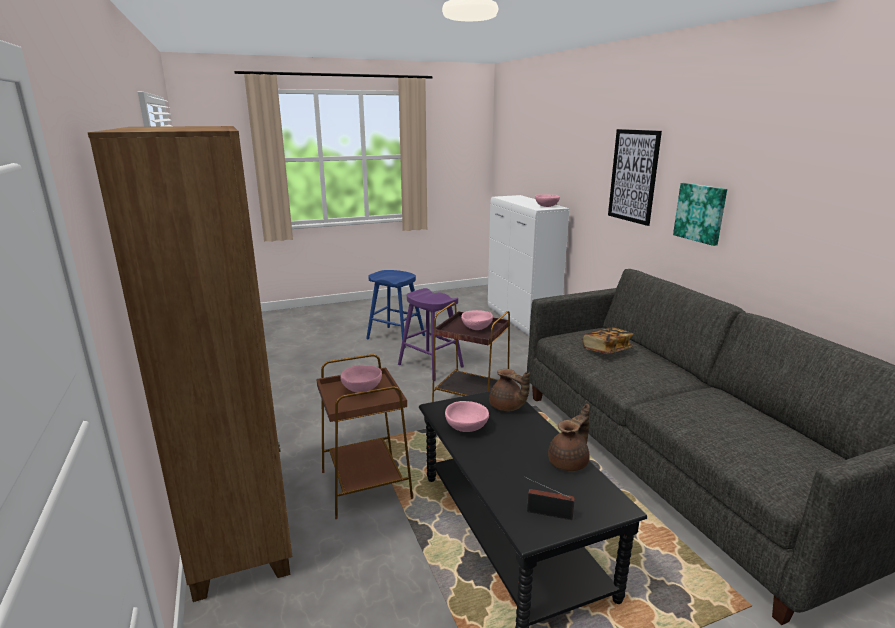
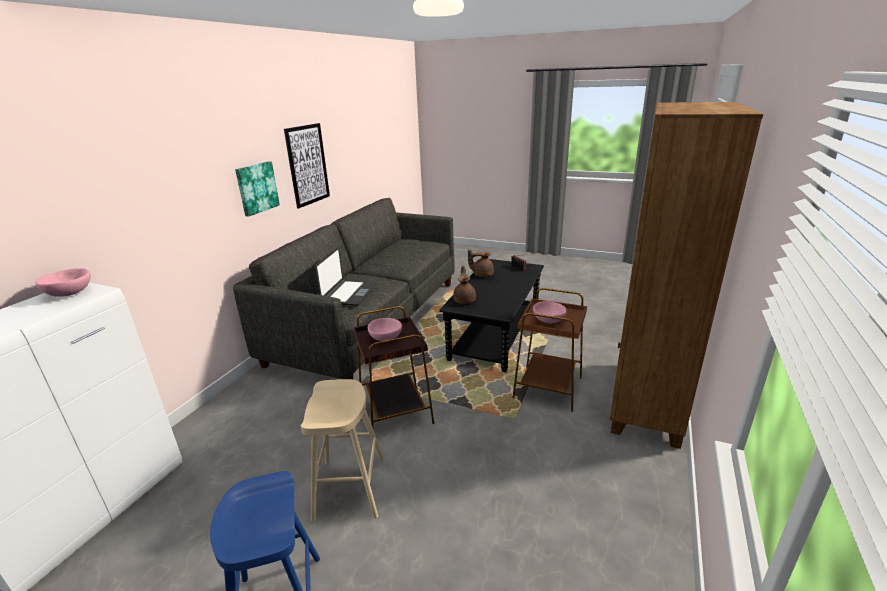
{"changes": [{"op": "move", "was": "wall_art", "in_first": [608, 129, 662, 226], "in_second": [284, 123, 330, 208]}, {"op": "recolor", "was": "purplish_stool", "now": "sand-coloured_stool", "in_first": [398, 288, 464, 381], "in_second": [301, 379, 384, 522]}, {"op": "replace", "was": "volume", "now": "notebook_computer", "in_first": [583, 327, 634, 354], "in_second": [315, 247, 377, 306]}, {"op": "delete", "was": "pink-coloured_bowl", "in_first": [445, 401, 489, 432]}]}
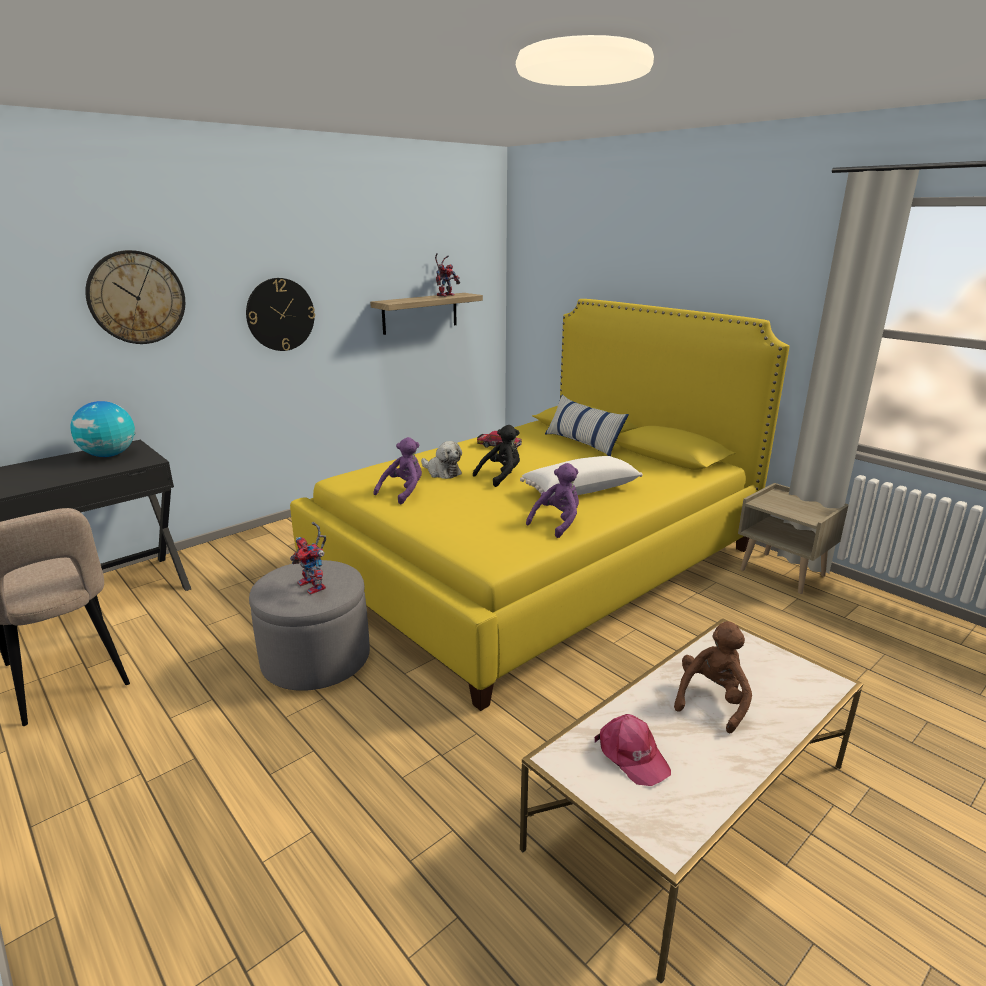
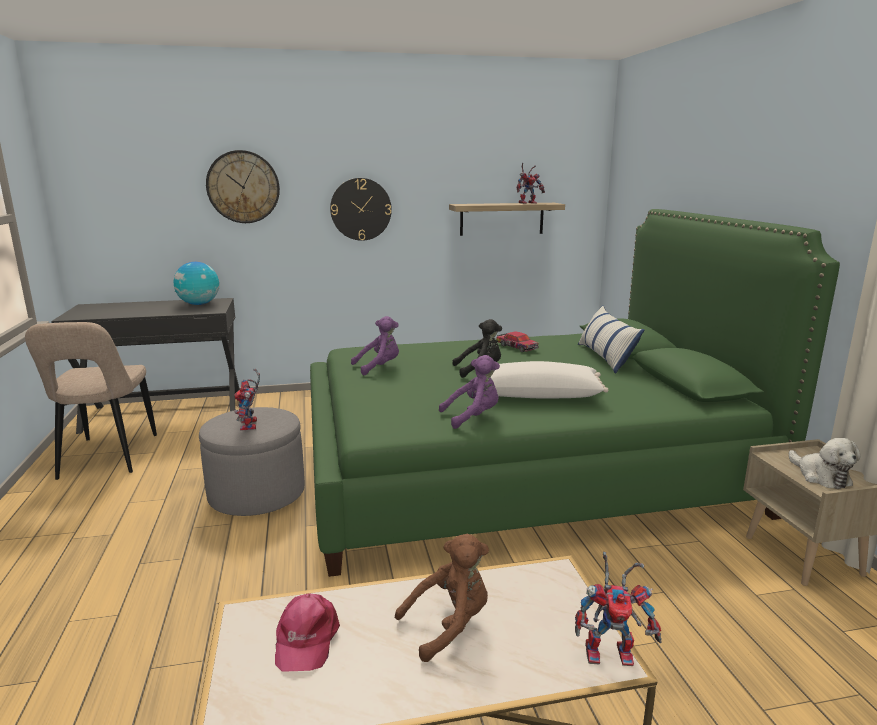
{"changes": [{"op": "recolor", "was": "yellowish_bed", "now": "greenish_bed", "in_first": [290, 299, 790, 711], "in_second": [310, 209, 840, 577]}, {"op": "move", "was": "plush_toy", "in_first": [421, 441, 462, 479], "in_second": [789, 438, 861, 489]}, {"op": "insert", "now": "model_robot", "in_second": [575, 552, 662, 666]}]}
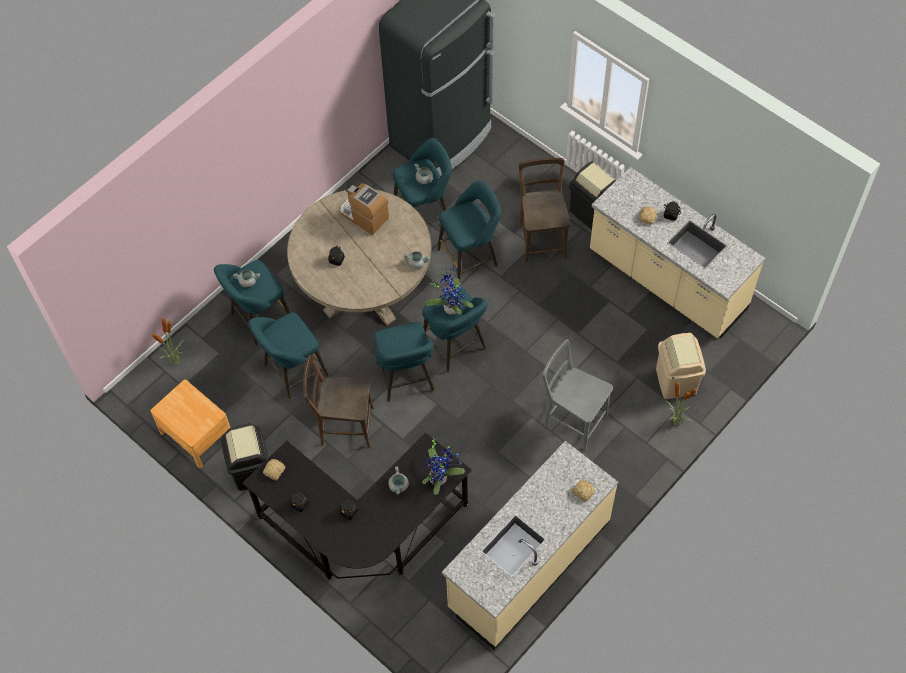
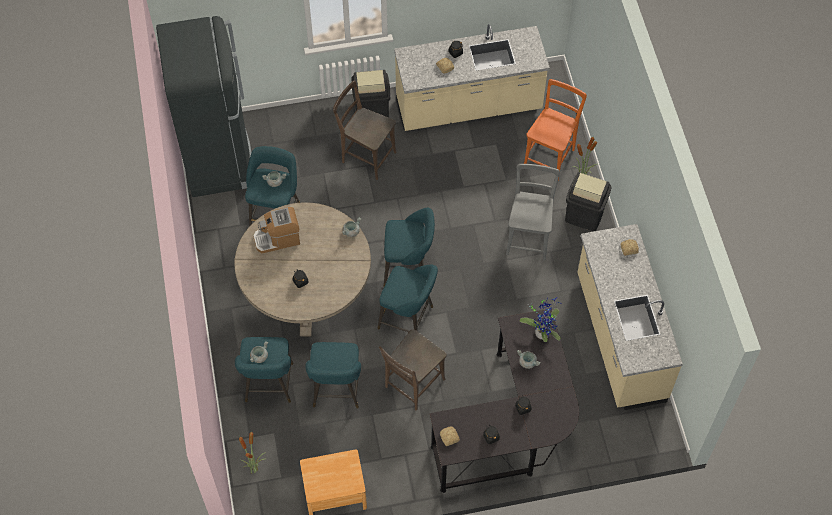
{"changes": [{"op": "delete", "was": "turquoise_stool", "in_first": [437, 180, 501, 283]}, {"op": "delete", "was": "plant_in_a_pot", "in_first": [425, 265, 473, 315]}, {"op": "replace", "was": "sand-coloured_rubbish_bin", "now": "orange-coloured_plain_chair", "in_first": [656, 333, 706, 399], "in_second": [524, 79, 587, 180]}, {"op": "rotate", "was": "gray_plain_chair", "in_first": [542, 339, 613, 451], "in_second": [506, 164, 560, 261], "clockwise": 120}, {"op": "move", "was": "black_rubbish_bin", "in_first": [221, 423, 268, 491], "in_second": [565, 172, 611, 231]}]}
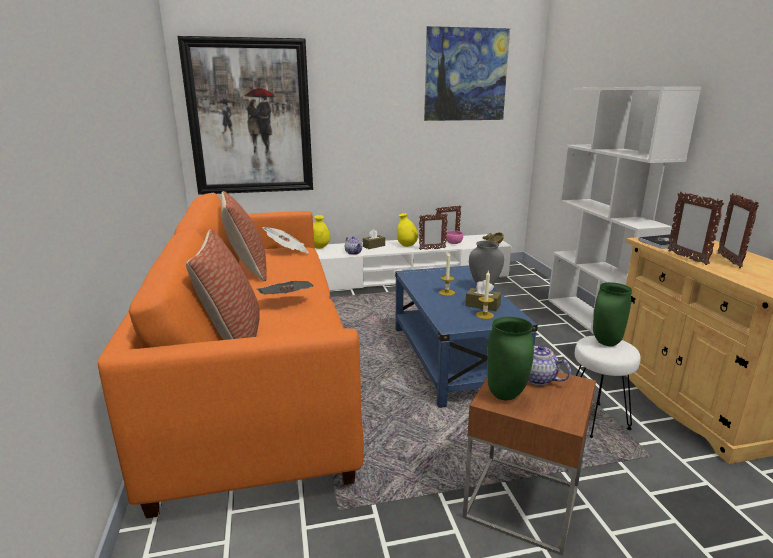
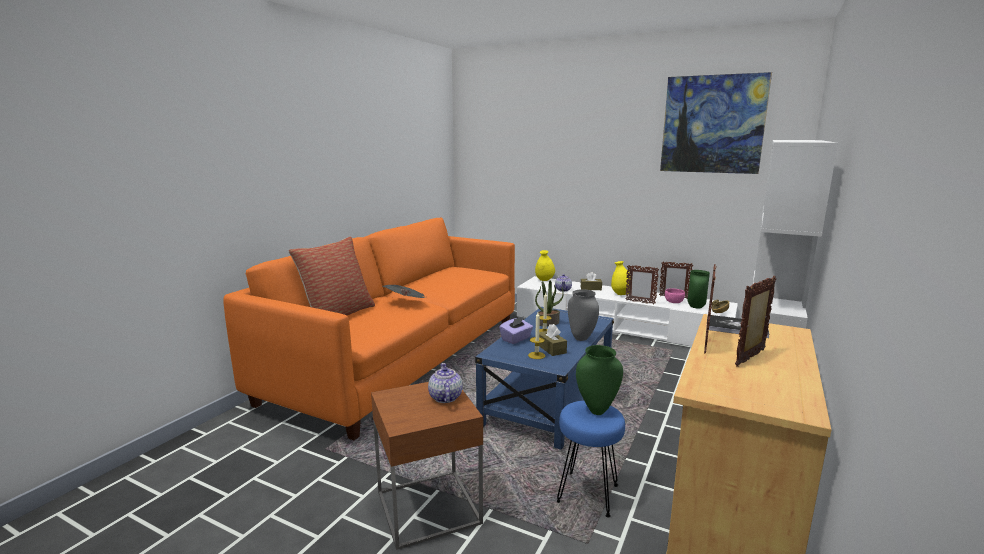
{"changes": [{"op": "delete", "was": "wall_art", "in_first": [177, 36, 313, 195]}, {"op": "delete", "was": "pillow", "in_first": [221, 191, 266, 281]}, {"op": "delete", "was": "newspaper", "in_first": [263, 227, 309, 253]}, {"op": "move", "was": "greenish_decorative_vase", "in_first": [487, 316, 534, 400], "in_second": [688, 270, 710, 309]}, {"op": "recolor", "was": "white-coloured_stool", "now": "bluish_stool", "in_first": [575, 336, 640, 438], "in_second": [557, 401, 625, 517]}, {"op": "insert", "now": "plant_in_a_pot", "in_second": [535, 280, 564, 326]}, {"op": "insert", "now": "purplish_box_of_tissues", "in_second": [499, 316, 533, 344]}]}
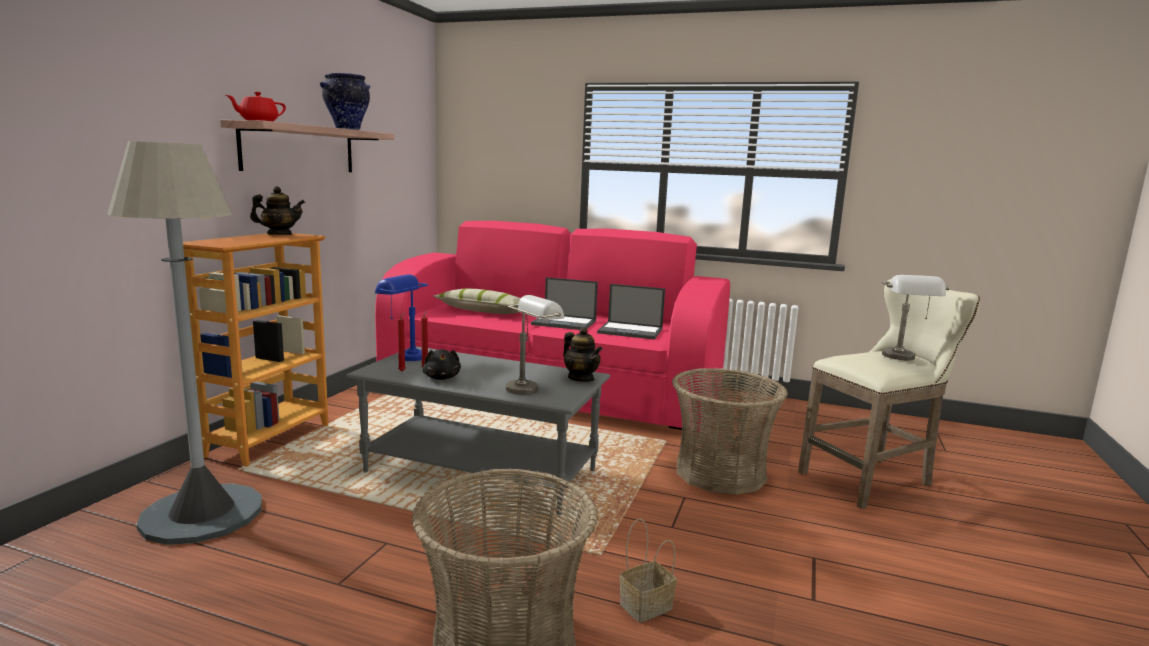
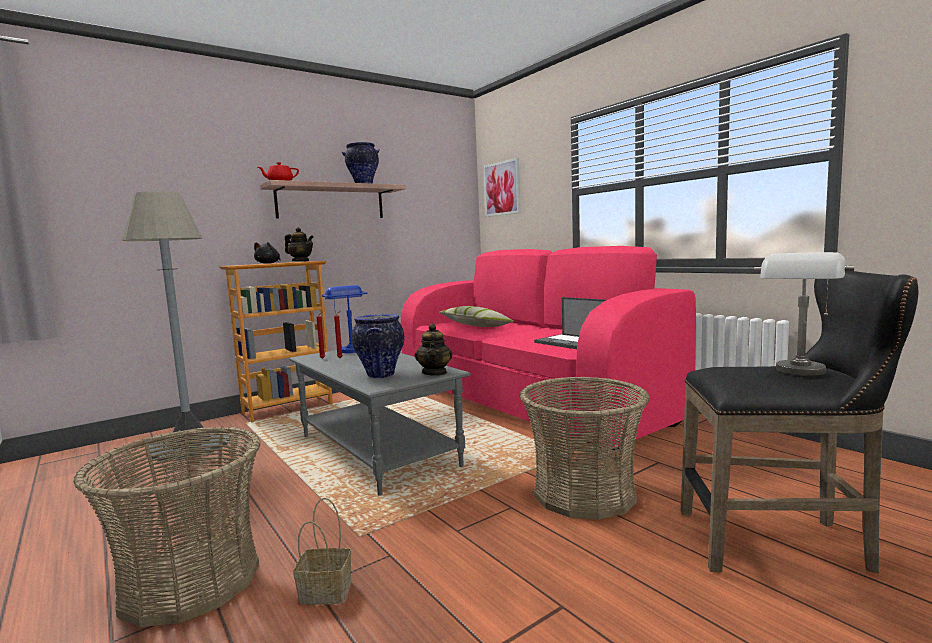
{"changes": [{"op": "delete", "was": "notebook_computer", "in_first": [531, 277, 598, 330]}, {"op": "recolor", "was": "sand-coloured_stool", "now": "black_stool", "in_first": [798, 279, 980, 509], "in_second": [681, 271, 918, 573]}, {"op": "replace", "was": "gray_table_lamp", "now": "decorative_vase", "in_first": [506, 295, 565, 395], "in_second": [352, 314, 404, 378]}, {"op": "move", "was": "black_plush_toy", "in_first": [422, 349, 461, 380], "in_second": [254, 242, 281, 264]}, {"op": "insert", "now": "wall_art", "in_second": [483, 158, 521, 217]}]}
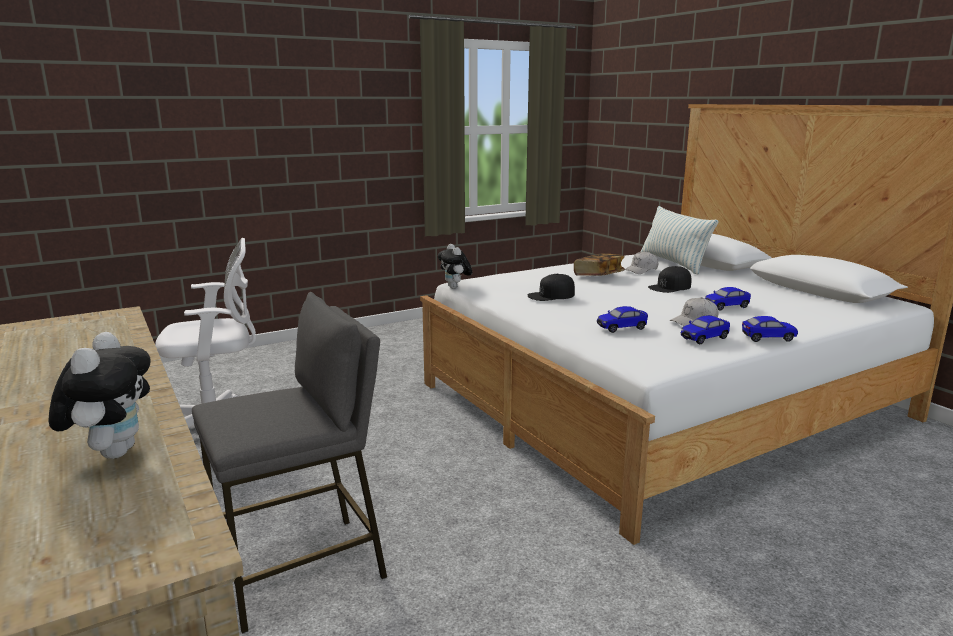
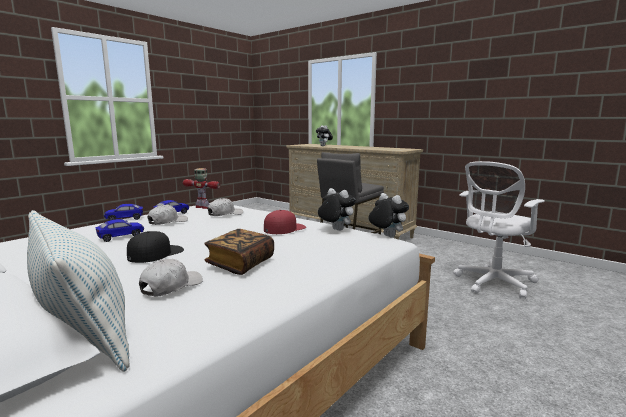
{"changes": [{"op": "recolor", "was": "black_baseball_cap", "now": "red_baseball_cap", "in_first": [528, 274, 575, 301], "in_second": [264, 210, 306, 234]}, {"op": "replace", "was": "toy_car", "now": "white-coloured_baseball_cap", "in_first": [597, 306, 648, 333], "in_second": [208, 198, 243, 216]}, {"op": "insert", "now": "model_robot", "in_second": [183, 168, 220, 209]}, {"op": "insert", "now": "plush_toy", "in_second": [318, 188, 356, 231]}]}
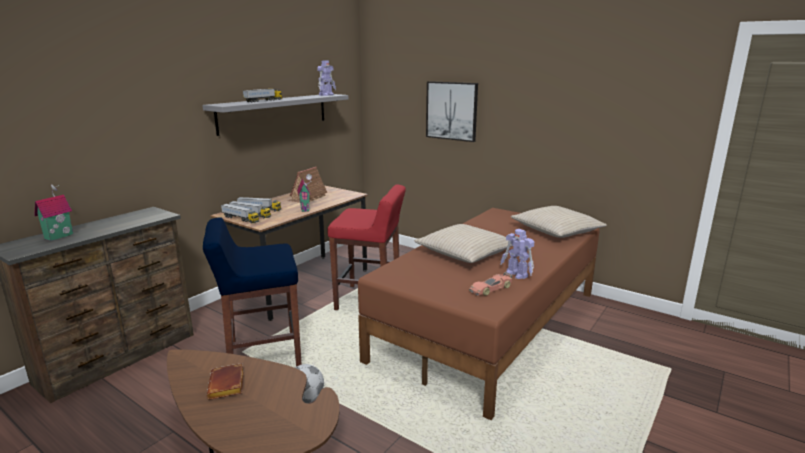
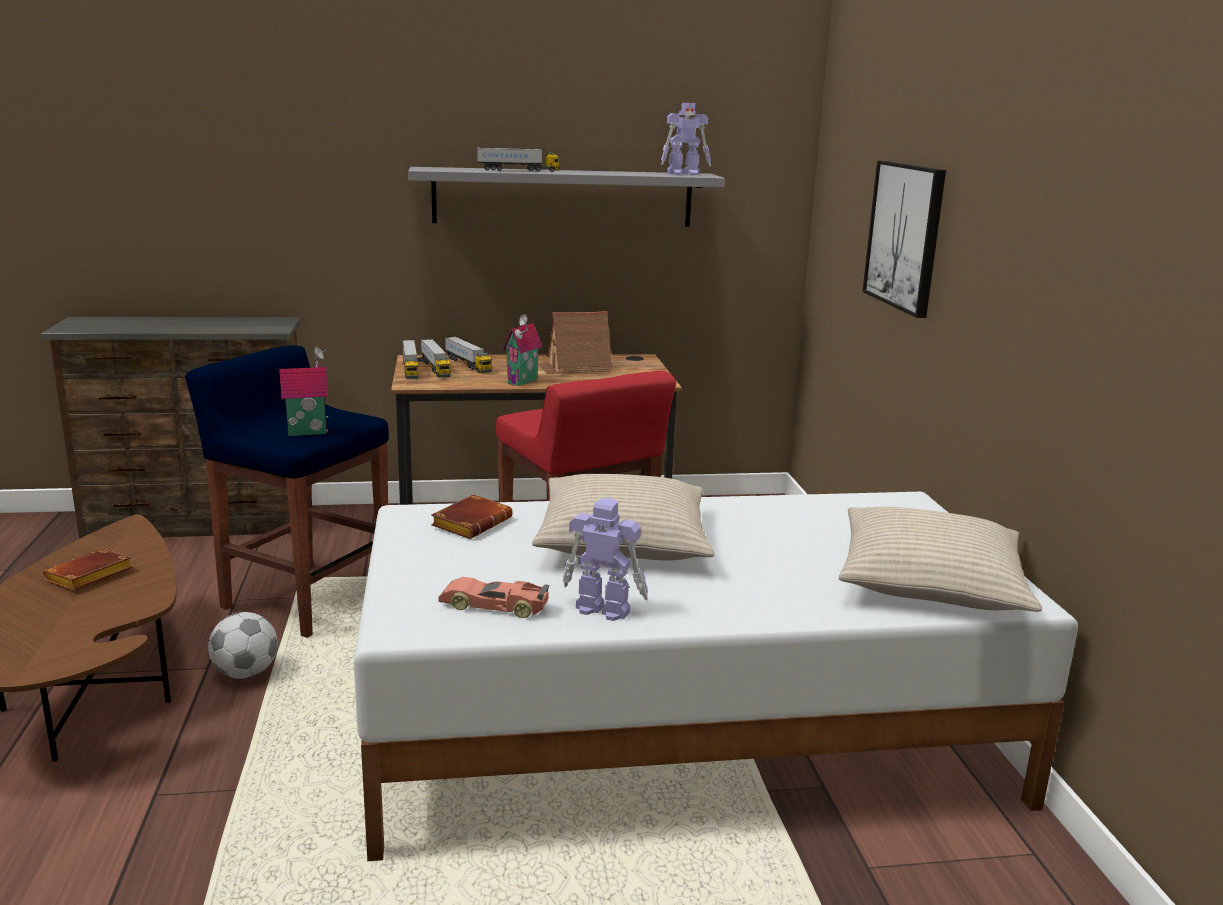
{"changes": [{"op": "move", "was": "toy_house", "in_first": [34, 185, 73, 241], "in_second": [279, 347, 328, 436]}, {"op": "recolor", "was": "brown_bed", "now": "white-coloured_bed", "in_first": [358, 208, 600, 420], "in_second": [354, 492, 1078, 861]}, {"op": "rotate", "was": "model_robot", "in_first": [500, 229, 534, 279], "in_second": [563, 498, 648, 621], "clockwise": 105}, {"op": "insert", "now": "brown_volume", "in_second": [431, 495, 513, 539]}]}
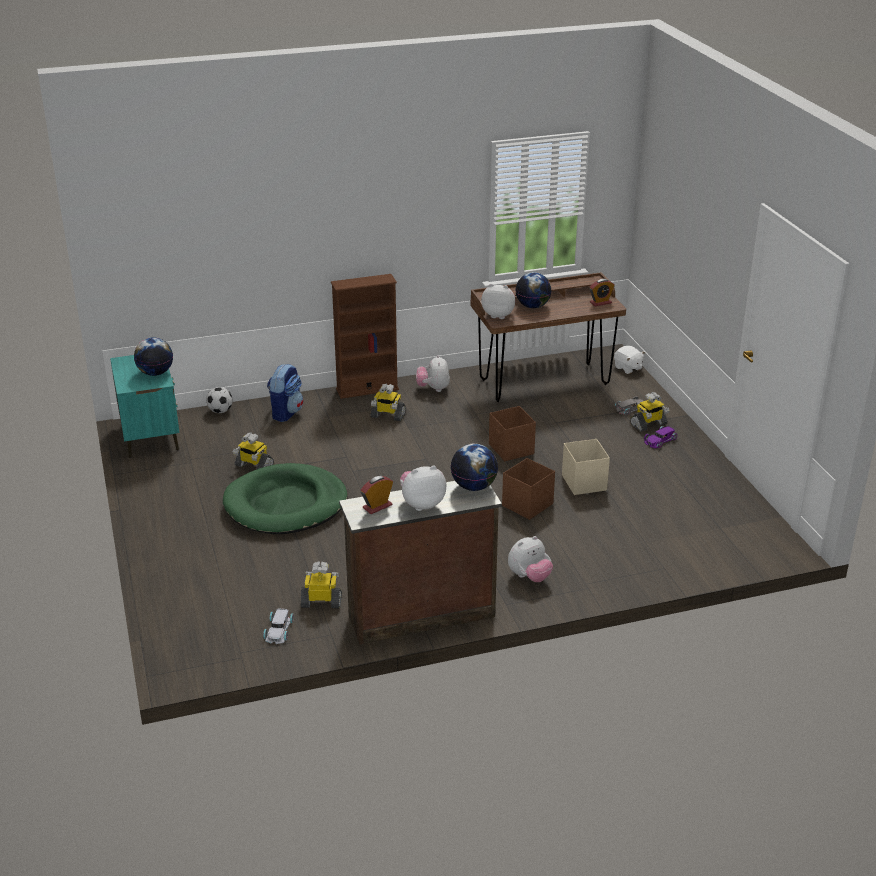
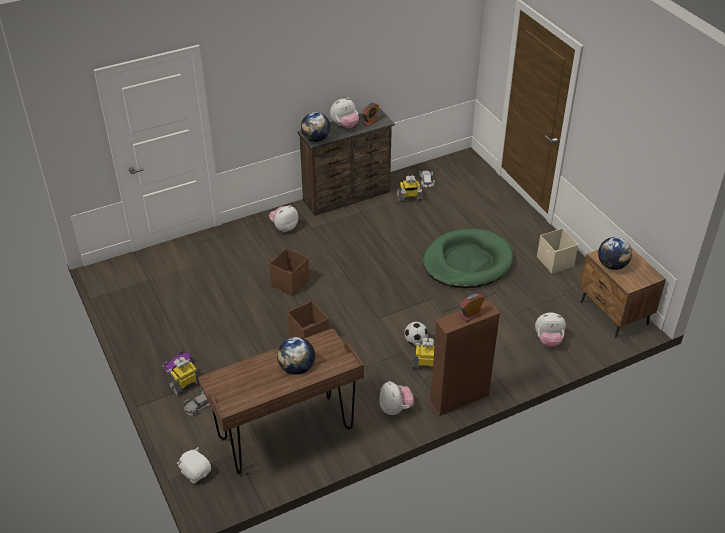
{"changes": [{"op": "move", "was": "table_clock", "in_first": [590, 279, 615, 306], "in_second": [460, 293, 485, 322]}, {"op": "move", "was": "plush_toy", "in_first": [481, 284, 515, 319], "in_second": [535, 312, 566, 347]}, {"op": "recolor", "was": "turquoise_bedside_table", "now": "brown_bedside_table", "in_first": [110, 355, 180, 458], "in_second": [580, 248, 666, 338]}, {"op": "delete", "was": "rucksack", "in_first": [267, 364, 304, 422]}, {"op": "move", "was": "football_ball", "in_first": [206, 387, 233, 413], "in_second": [404, 322, 428, 345]}, {"op": "delete", "was": "model_robot", "in_first": [233, 432, 274, 470]}, {"op": "move", "was": "sand-coloured_storage_container", "in_first": [562, 439, 610, 495], "in_second": [537, 228, 578, 274]}]}
